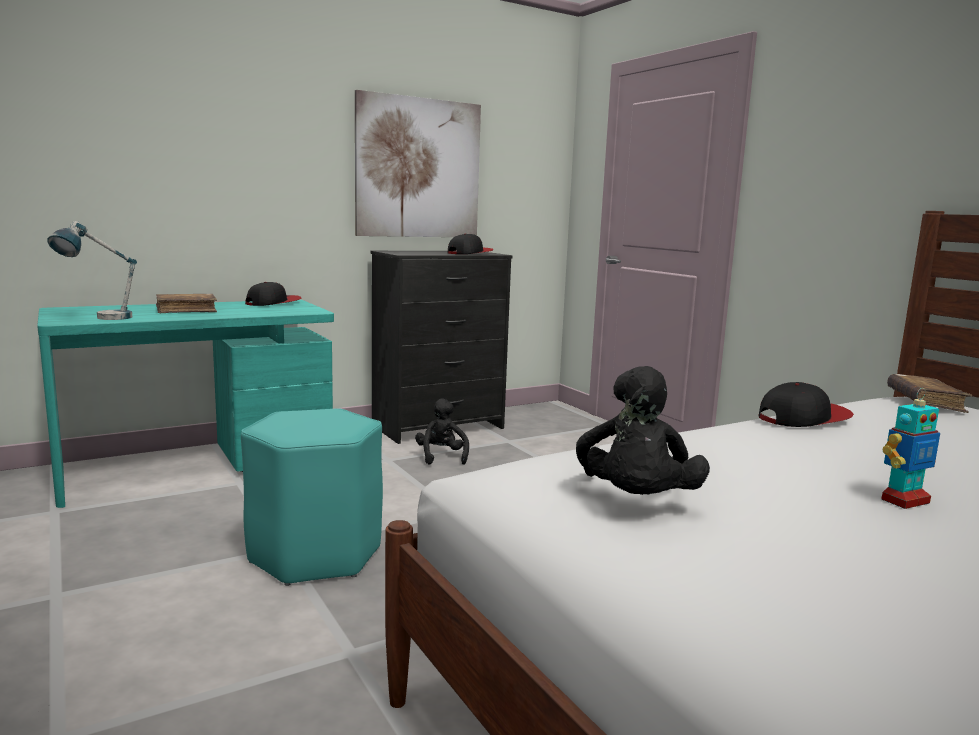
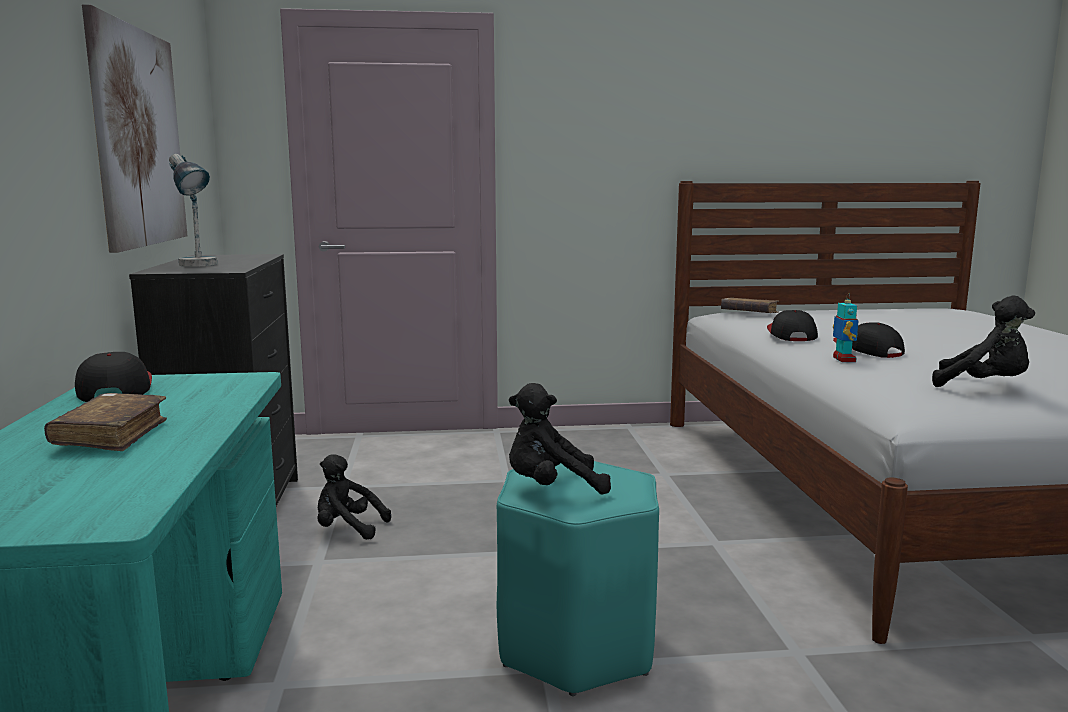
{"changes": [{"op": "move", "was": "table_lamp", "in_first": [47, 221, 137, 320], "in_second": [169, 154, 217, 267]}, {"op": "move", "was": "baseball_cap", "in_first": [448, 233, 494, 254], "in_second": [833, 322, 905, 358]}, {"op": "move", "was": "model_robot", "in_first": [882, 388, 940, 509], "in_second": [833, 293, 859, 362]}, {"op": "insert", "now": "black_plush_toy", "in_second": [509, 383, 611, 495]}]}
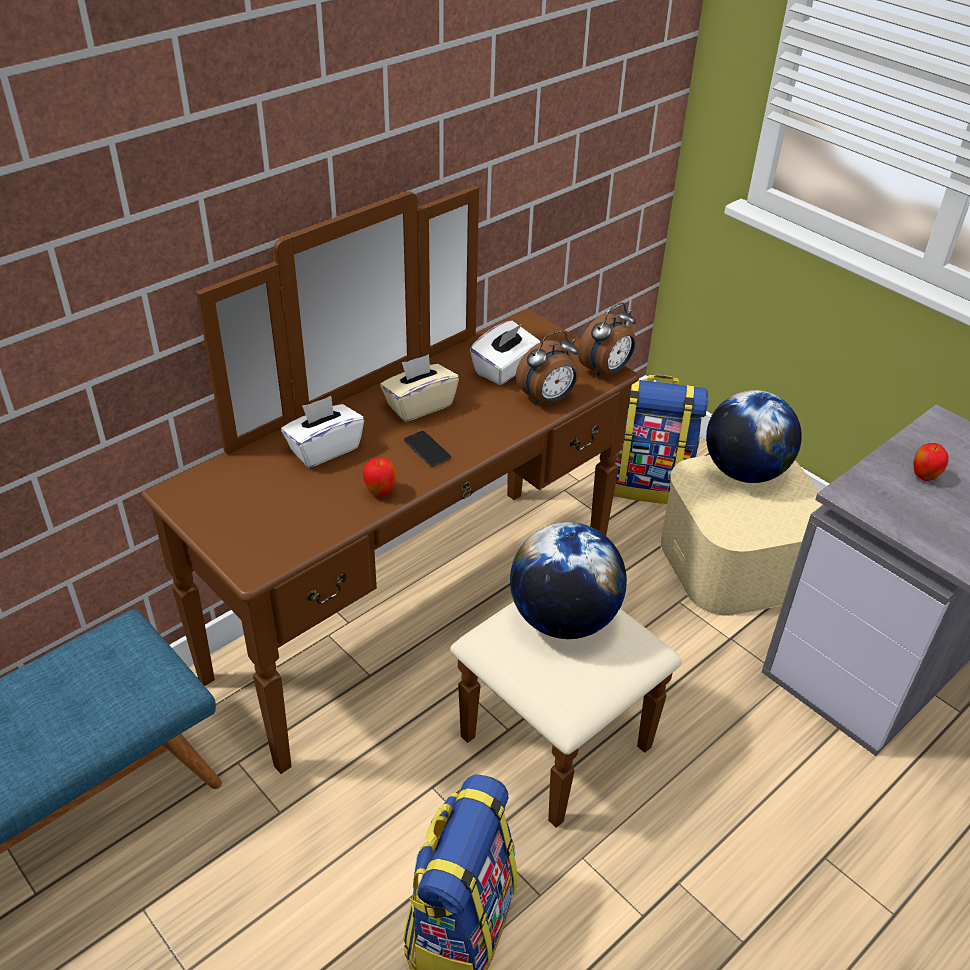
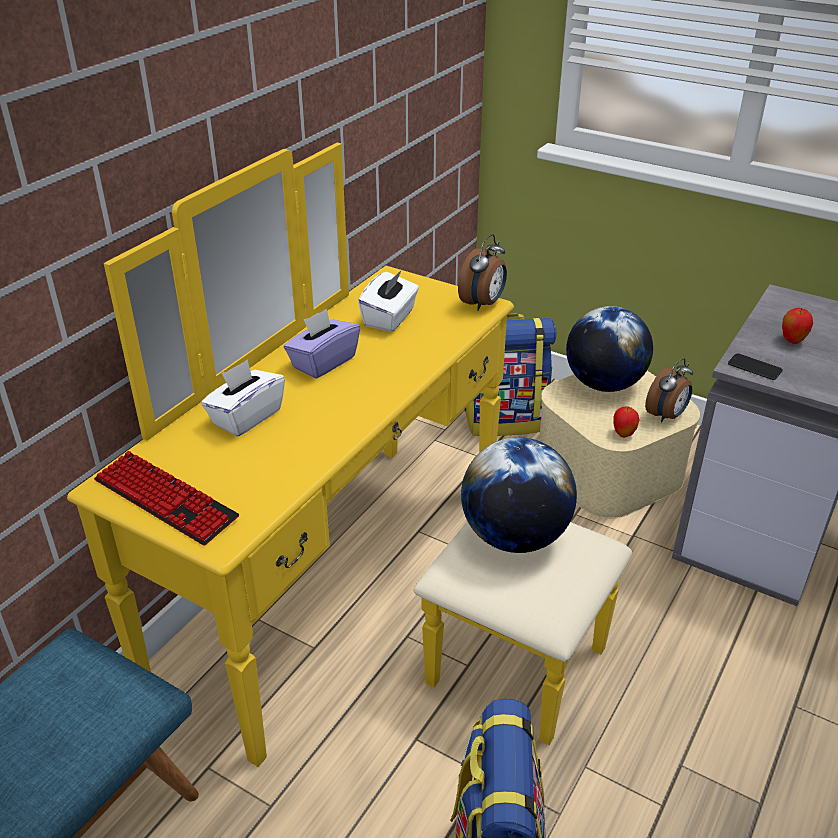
{"changes": [{"op": "recolor", "was": "brown_dresser", "now": "yellowish_dresser", "in_first": [141, 185, 682, 828], "in_second": [67, 143, 632, 767]}, {"op": "move", "was": "table_clock", "in_first": [516, 331, 579, 406], "in_second": [645, 358, 693, 423]}, {"op": "recolor", "was": "sand-coloured_box_of_tissues", "now": "purplish_box_of_tissues", "in_first": [380, 354, 459, 422], "in_second": [284, 308, 360, 379]}, {"op": "move", "was": "telephone", "in_first": [404, 431, 451, 467], "in_second": [728, 353, 783, 380]}, {"op": "move", "was": "whole_apple", "in_first": [363, 457, 396, 497], "in_second": [613, 407, 640, 437]}, {"op": "insert", "now": "PC_keyboard", "in_second": [94, 451, 239, 546]}]}
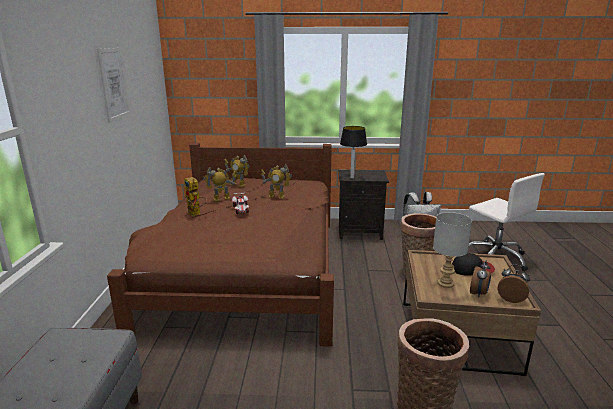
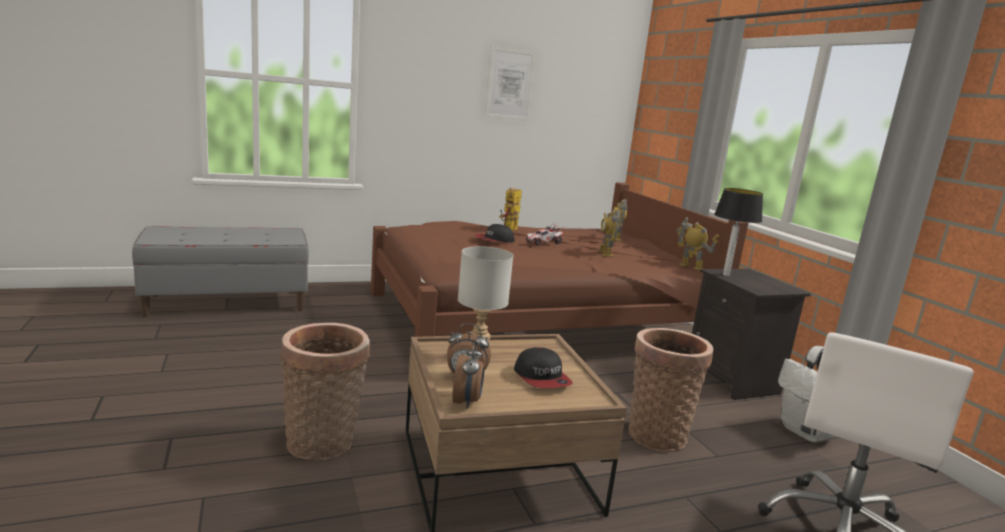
{"changes": [{"op": "move", "was": "model_robot", "in_first": [203, 167, 236, 201], "in_second": [676, 217, 719, 270]}, {"op": "insert", "now": "baseball_cap", "in_second": [474, 224, 515, 242]}]}
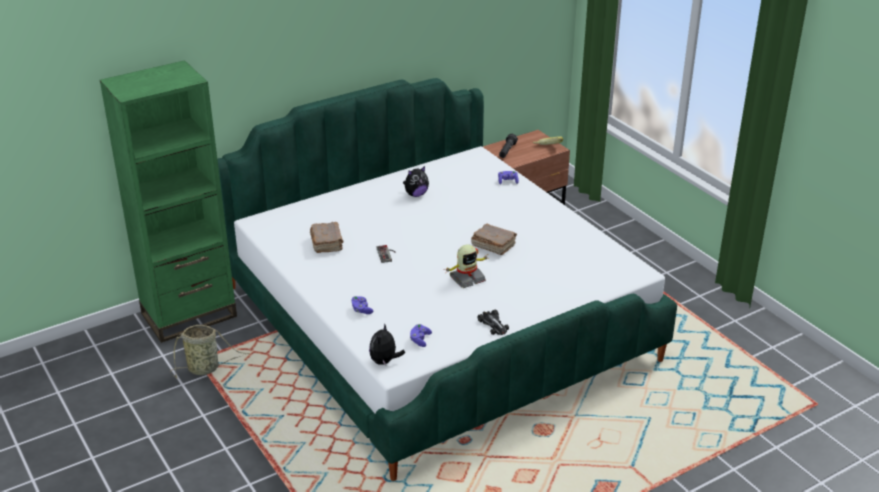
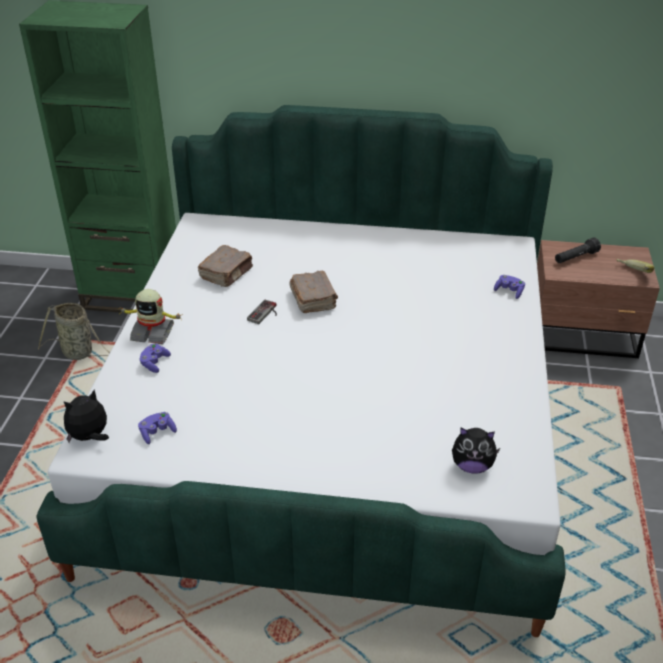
{"changes": [{"op": "move", "was": "plush_toy", "in_first": [403, 166, 429, 197], "in_second": [452, 428, 500, 474]}, {"op": "move", "was": "brown_volume", "in_first": [471, 224, 517, 255], "in_second": [289, 271, 338, 313]}, {"op": "move", "was": "model_robot", "in_first": [445, 244, 489, 288], "in_second": [118, 289, 183, 344]}, {"op": "delete", "was": "toy_car", "in_first": [478, 310, 509, 335]}]}
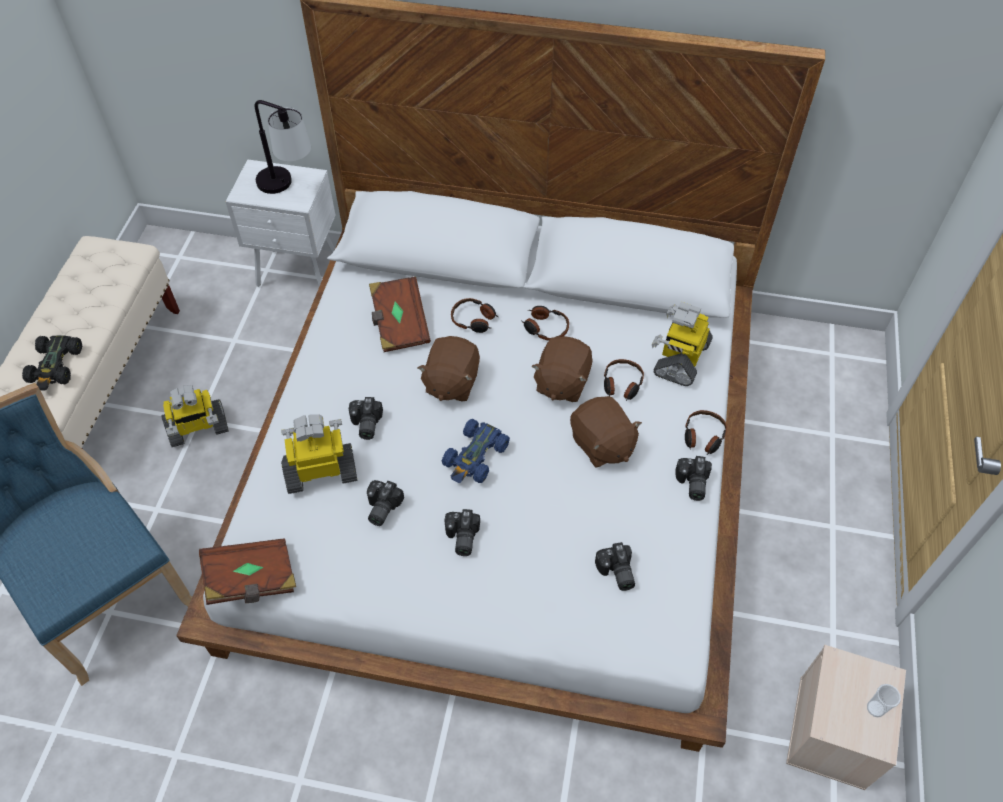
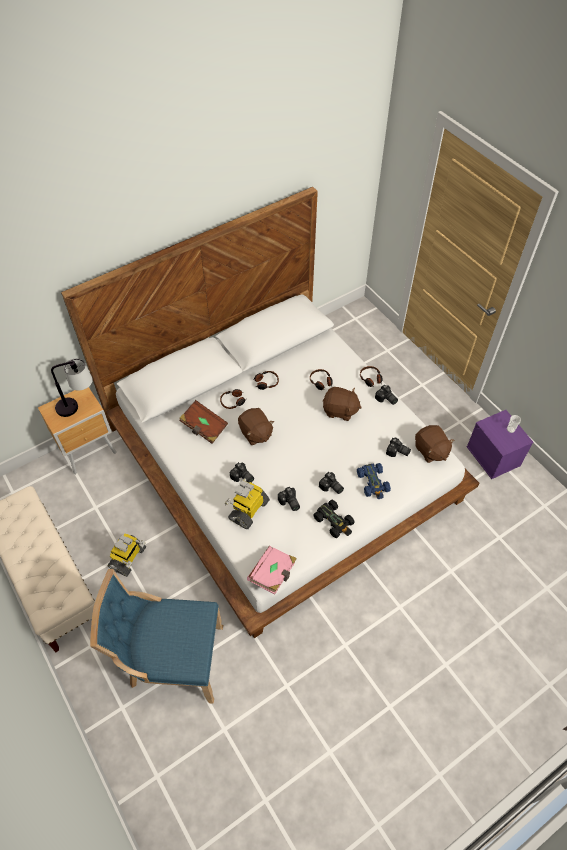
{"changes": [{"op": "recolor", "was": "white-coloured_bedside_table", "now": "brown_bedside_table", "in_first": [226, 159, 336, 287], "in_second": [38, 387, 117, 474]}, {"op": "delete", "was": "model_robot", "in_first": [652, 302, 713, 386]}, {"op": "move", "was": "black_toy_car", "in_first": [22, 335, 82, 391], "in_second": [314, 500, 355, 538]}, {"op": "move", "was": "brown_plush_toy", "in_first": [532, 336, 593, 402], "in_second": [415, 425, 454, 463]}, {"op": "move", "was": "bluish_toy_car", "in_first": [442, 419, 510, 483], "in_second": [357, 463, 391, 499]}, {"op": "recolor", "was": "brown_volume", "now": "pink-coloured_volume", "in_first": [199, 538, 296, 605], "in_second": [247, 546, 297, 595]}, {"op": "recolor", "was": "sand-coloured_storage_container", "now": "purplish_storage_container", "in_first": [786, 645, 906, 790], "in_second": [466, 410, 533, 479]}]}
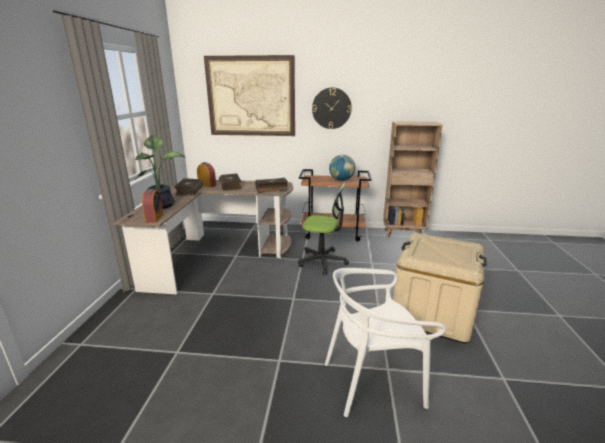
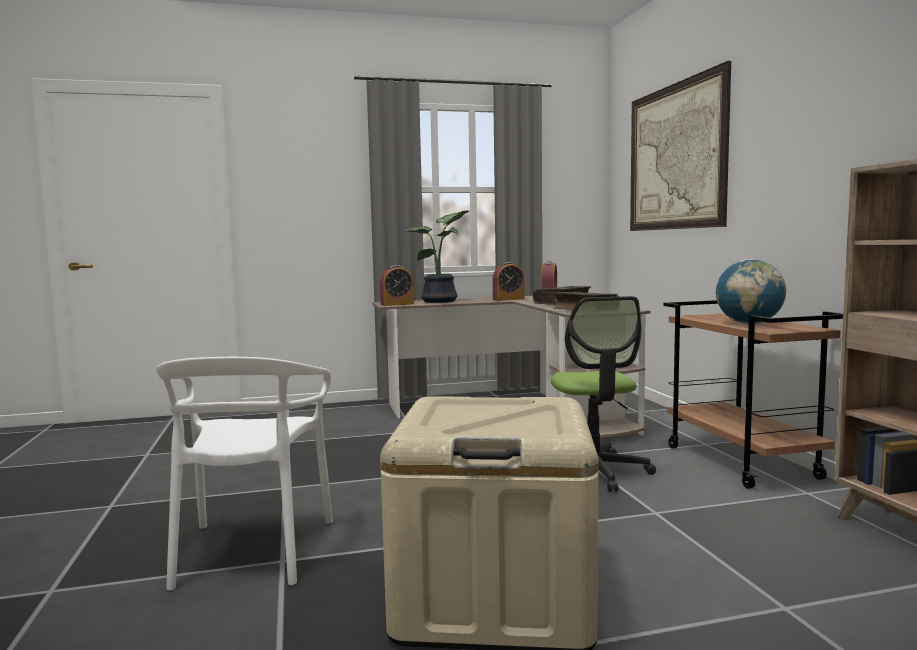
{"changes": [{"op": "delete", "was": "clock_on_the_wall", "in_first": [312, 88, 352, 129]}, {"op": "replace", "was": "volume", "now": "table_clock", "in_first": [174, 178, 203, 196], "in_second": [493, 262, 525, 301]}, {"op": "rotate", "was": "white-coloured_plain_chair", "in_first": [325, 268, 446, 417], "in_second": [156, 357, 333, 591], "clockwise": -150}]}
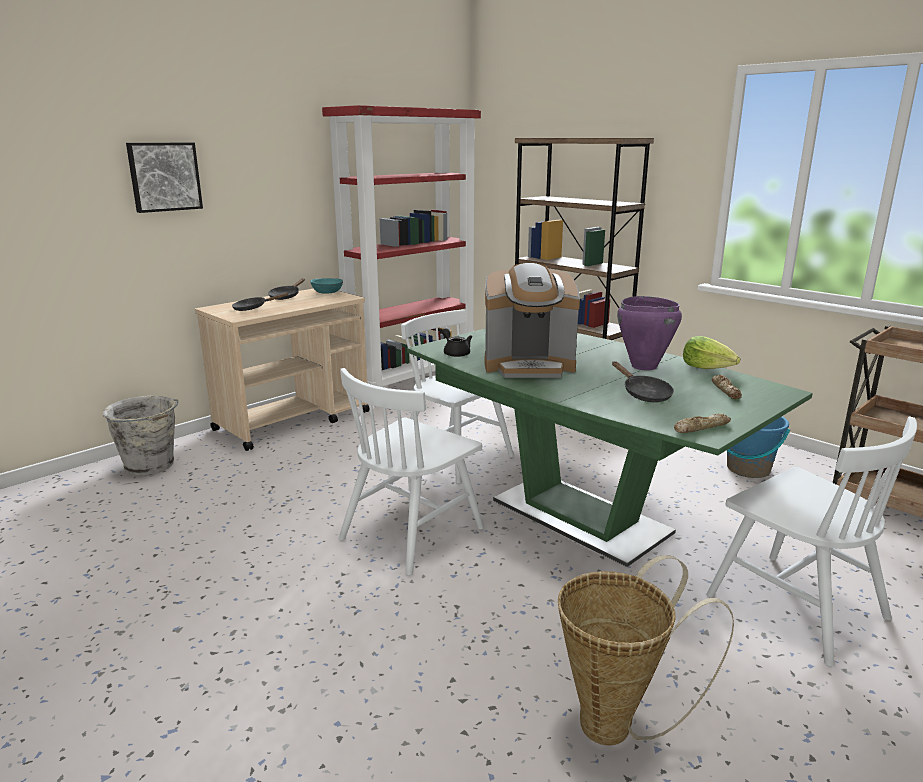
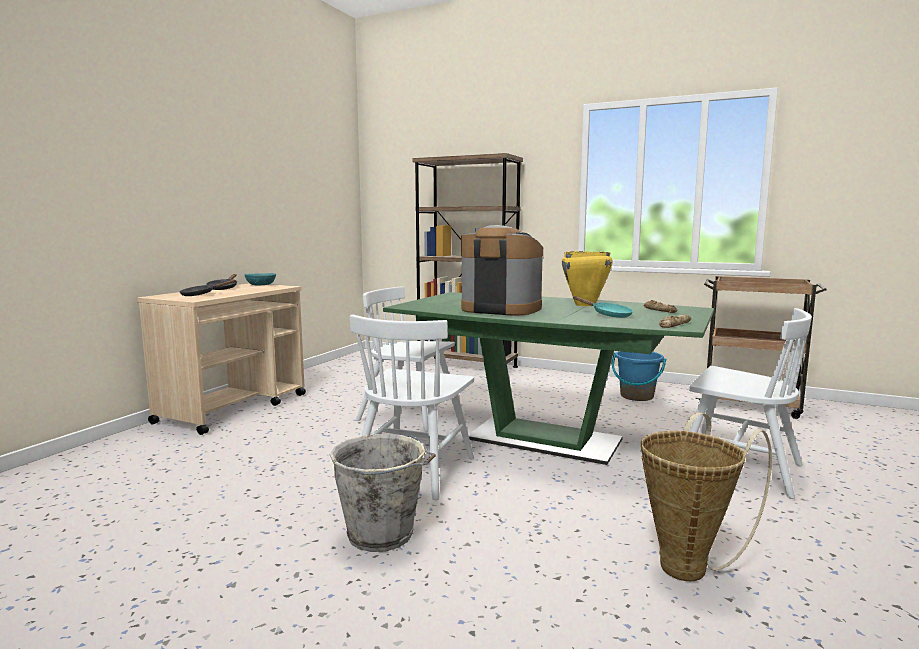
{"changes": [{"op": "delete", "was": "red_bookcase", "in_first": [322, 105, 481, 387]}, {"op": "delete", "was": "wall_art", "in_first": [126, 143, 203, 213]}, {"op": "rotate", "was": "coffee_machine", "in_first": [485, 263, 580, 378], "in_second": [461, 225, 543, 316], "clockwise": -135}, {"op": "recolor", "was": "purplish_cooking_pot", "now": "yellowish_cooking_pot", "in_first": [617, 296, 682, 370], "in_second": [562, 251, 613, 306]}, {"op": "delete", "was": "black_tea_pot", "in_first": [442, 328, 472, 357]}, {"op": "delete", "was": "lettuce_head", "in_first": [683, 336, 740, 369]}, {"op": "recolor", "was": "black_frying_pan", "now": "turquoise_frying_pan", "in_first": [612, 361, 674, 402], "in_second": [573, 296, 633, 318]}, {"op": "move", "was": "gray_bucket", "in_first": [103, 396, 178, 476], "in_second": [330, 434, 436, 552]}]}
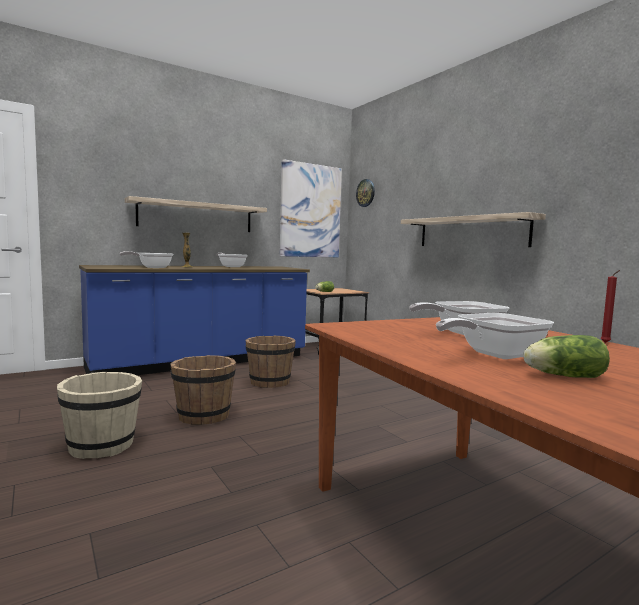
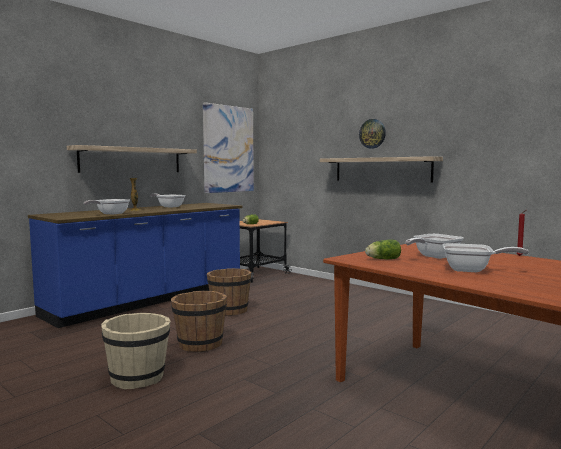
{"changes": [{"op": "move", "was": "clock_on_the_wall", "in_first": [356, 179, 375, 207], "in_second": [359, 119, 386, 149]}, {"op": "rotate", "was": "frying_pan", "in_first": [436, 313, 554, 359], "in_second": [443, 243, 529, 272], "clockwise": -120}, {"op": "move", "was": "lettuce_head", "in_first": [523, 335, 610, 378], "in_second": [365, 240, 401, 259]}]}
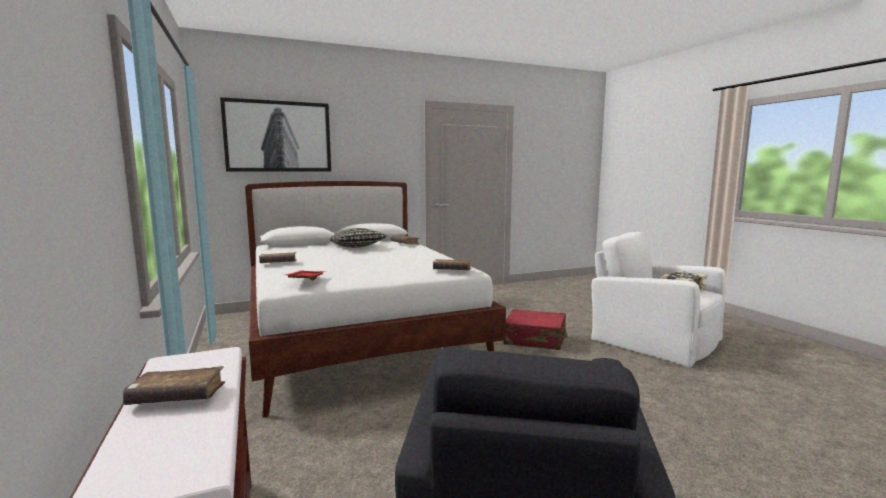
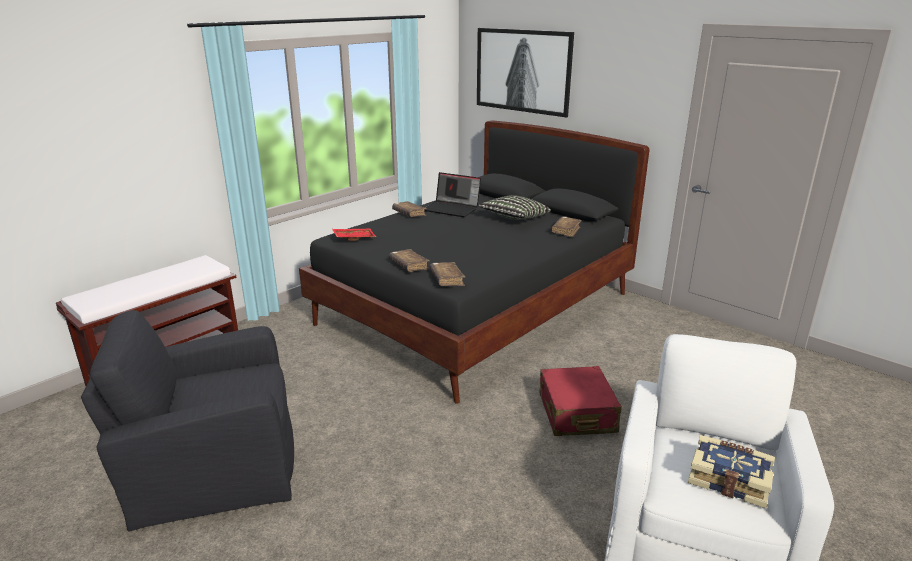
{"changes": [{"op": "recolor", "was": "white-coloured_bed", "now": "black_bed", "in_first": [245, 181, 506, 418], "in_second": [299, 120, 649, 404]}, {"op": "move", "was": "brown_volume", "in_first": [123, 366, 225, 405], "in_second": [389, 249, 430, 272]}, {"op": "insert", "now": "notebook_computer", "in_second": [424, 172, 481, 217]}]}
